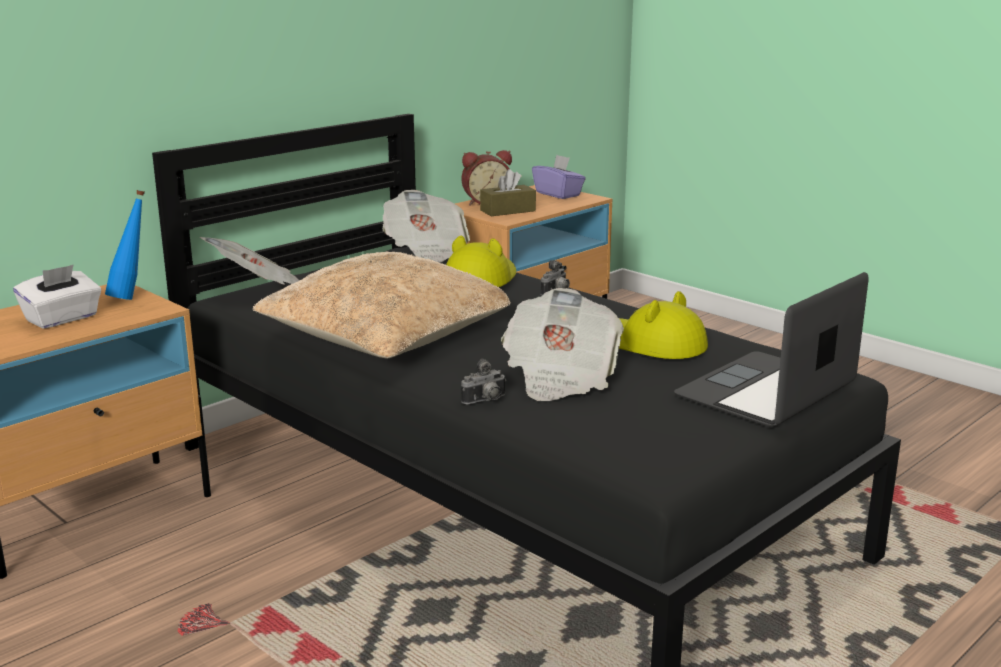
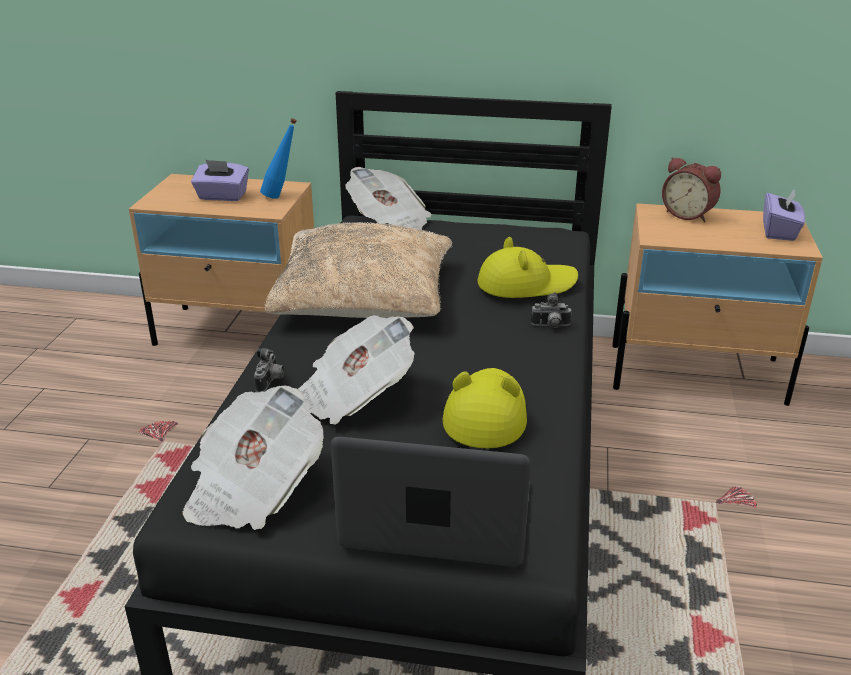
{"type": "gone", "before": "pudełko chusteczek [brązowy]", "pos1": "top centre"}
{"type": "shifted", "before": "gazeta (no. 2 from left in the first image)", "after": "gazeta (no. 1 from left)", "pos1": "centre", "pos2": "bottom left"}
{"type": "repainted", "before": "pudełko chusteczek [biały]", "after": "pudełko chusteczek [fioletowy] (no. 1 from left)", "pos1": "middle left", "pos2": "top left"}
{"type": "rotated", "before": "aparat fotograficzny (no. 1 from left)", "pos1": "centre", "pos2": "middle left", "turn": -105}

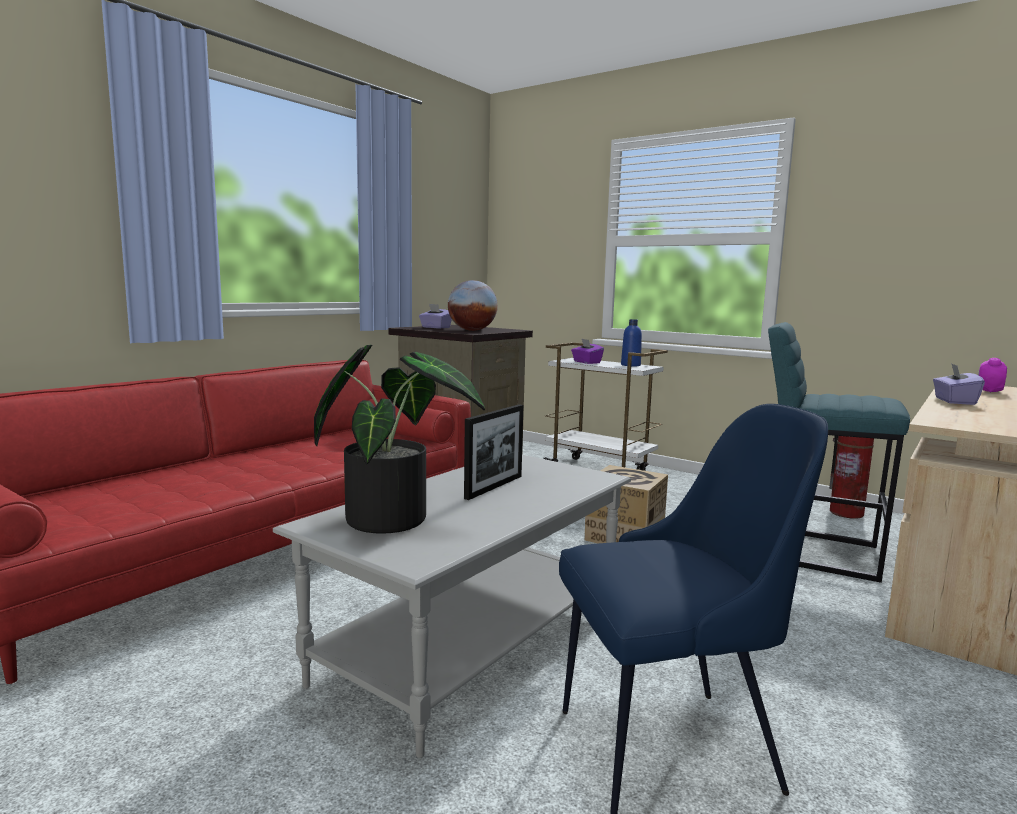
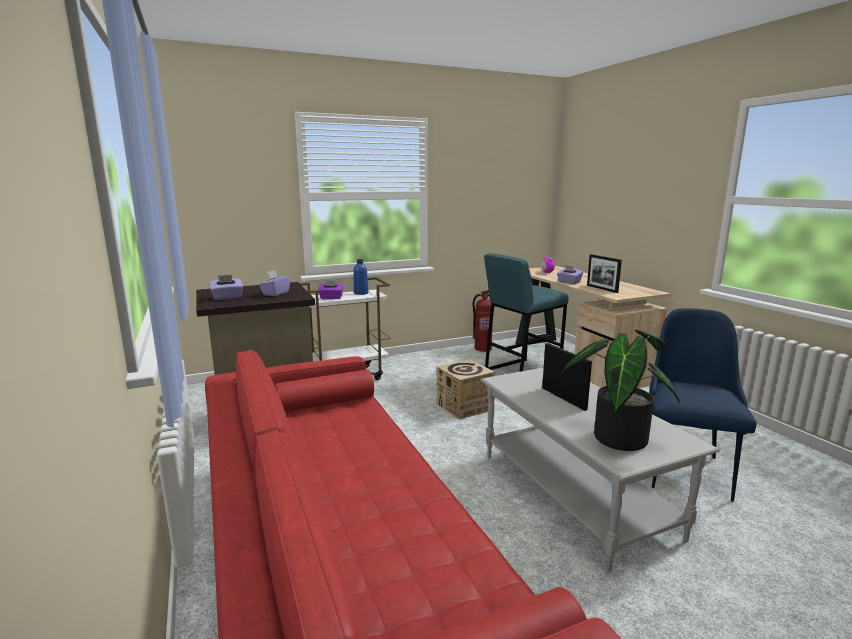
{"type": "swapped", "before": "globus", "after": "pudełko chusteczek [fioletowy] (no. 2 from left)", "pos1": "centre", "pos2": "middle left"}
{"type": "new", "after": "ramka na zdjęcie (no. 2 from left)", "pos2": "middle right"}

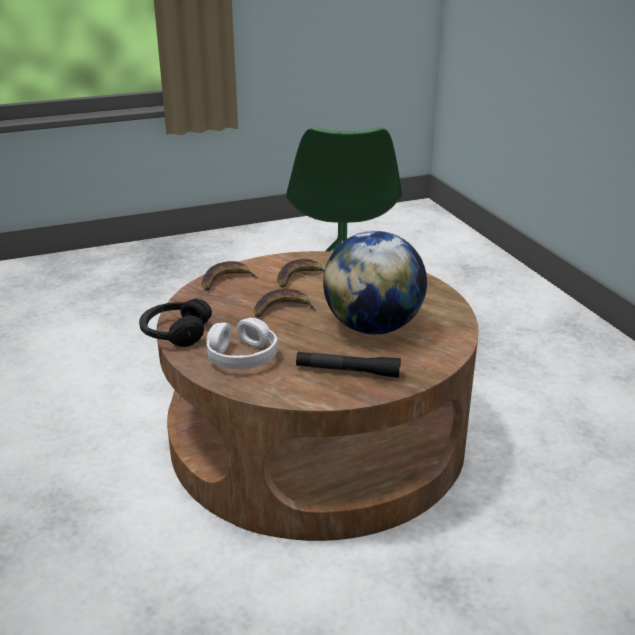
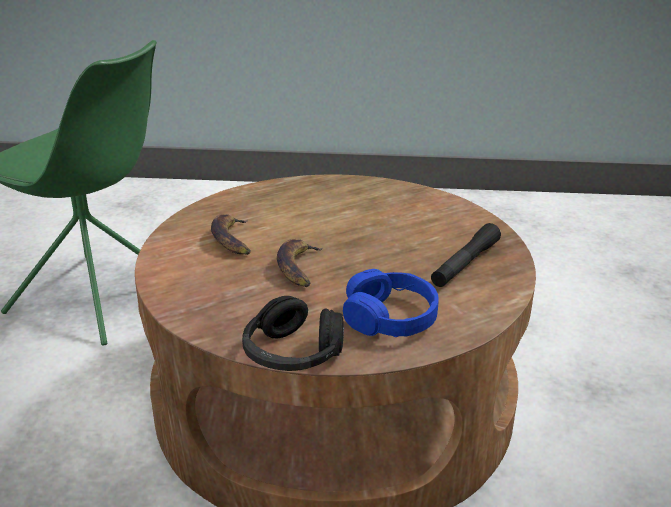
{"type": "gone", "before": "globus", "pos1": "centre"}
{"type": "gone", "before": "banan (no. 1 from left)", "pos1": "centre"}
{"type": "repainted", "before": "słuchawki [biały]", "after": "słuchawki [niebieski]", "pos1": "centre", "pos2": "centre"}

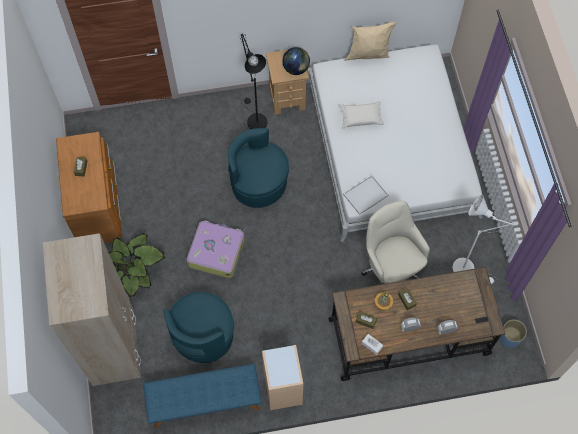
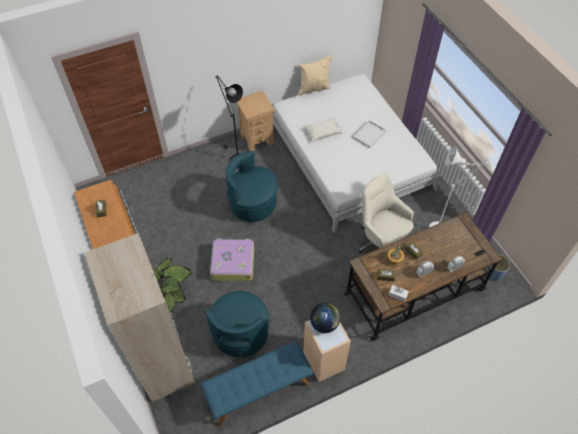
{"type": "shifted", "before": "globus", "pos1": "top centre", "pos2": "bottom centre"}
{"type": "shifted", "before": "taca [biały]", "pos1": "centre", "pos2": "top centre"}

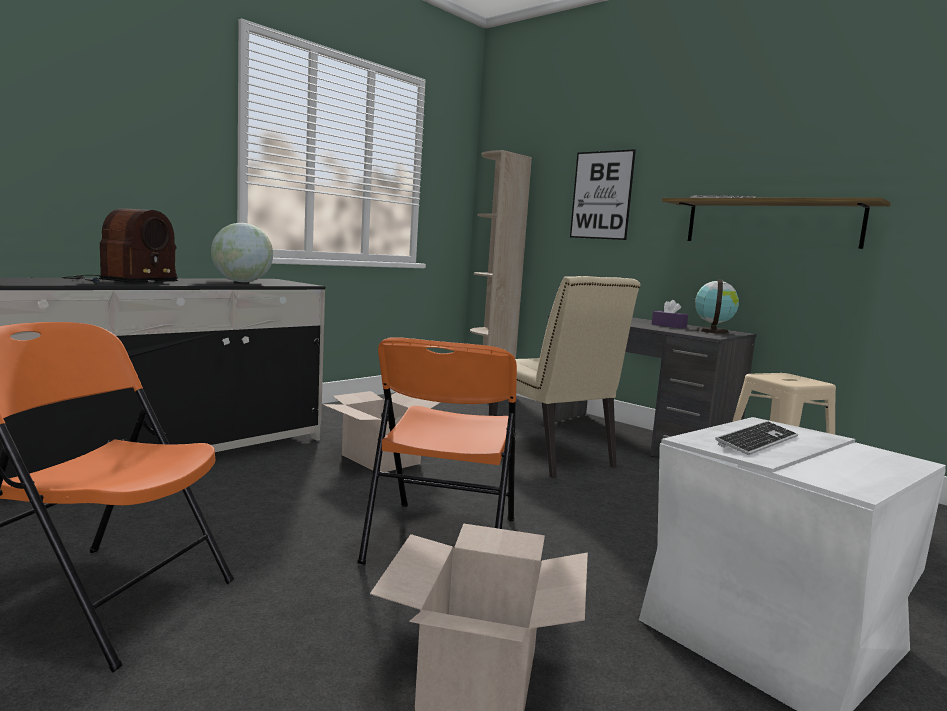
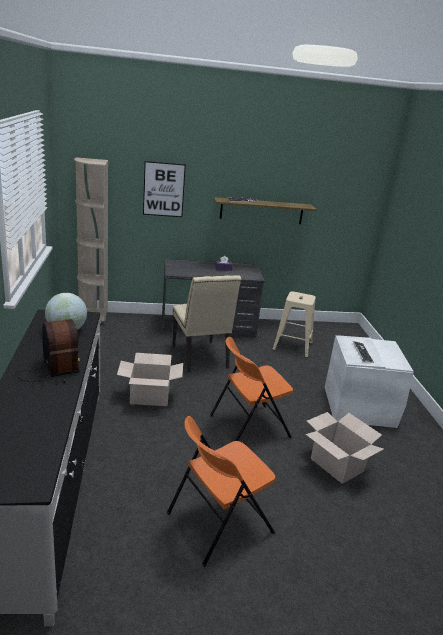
{"type": "rotated", "before": "krzesło [beżowy]", "pos1": "centre", "pos2": "centre", "turn": 60}
{"type": "gone", "before": "globus (no. 2 from left)", "pos1": "middle right"}
{"type": "rotated", "before": "krzesło [pomarańczowy] (no. 2 from left)", "pos1": "centre", "pos2": "centre", "turn": 105}

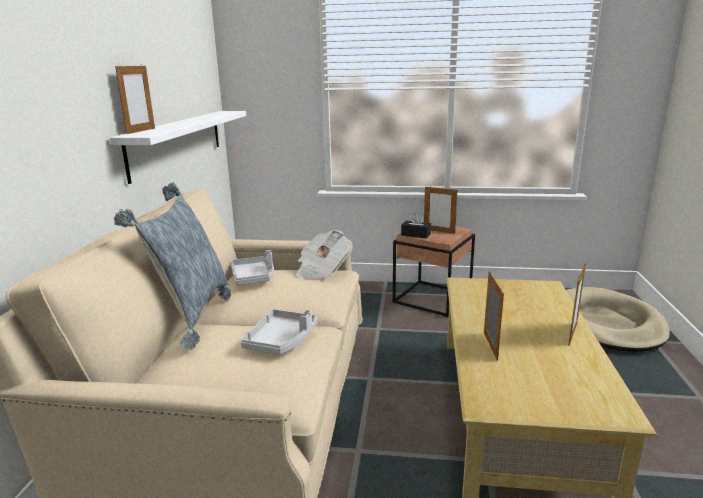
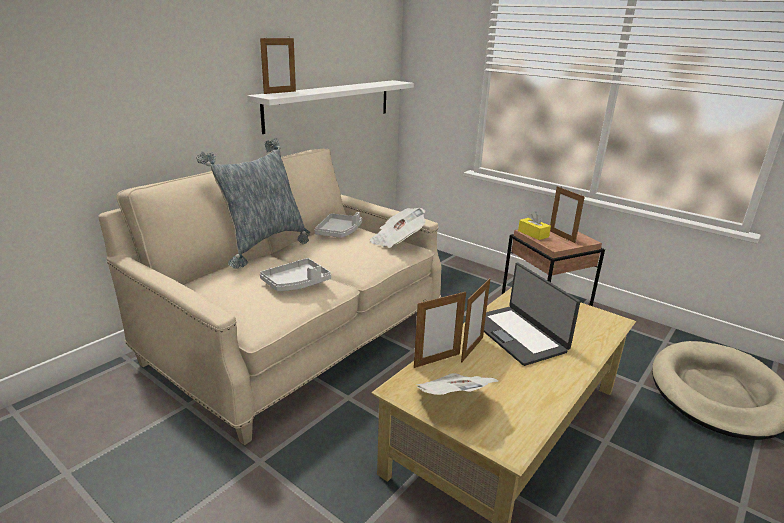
{"type": "repainted", "before": "pudełko chusteczek [czarny]", "after": "pudełko chusteczek [żółty]", "pos1": "centre", "pos2": "middle right"}
{"type": "shifted", "before": "ramka na zdjęcie (no. 4 from left in the first image)", "after": "ramka na zdjęcie (no. 2 from left)", "pos1": "middle right", "pos2": "centre"}
{"type": "new", "after": "laptop", "pos2": "middle right"}
{"type": "new", "after": "gazeta (no. 2 from left)", "pos2": "bottom centre"}

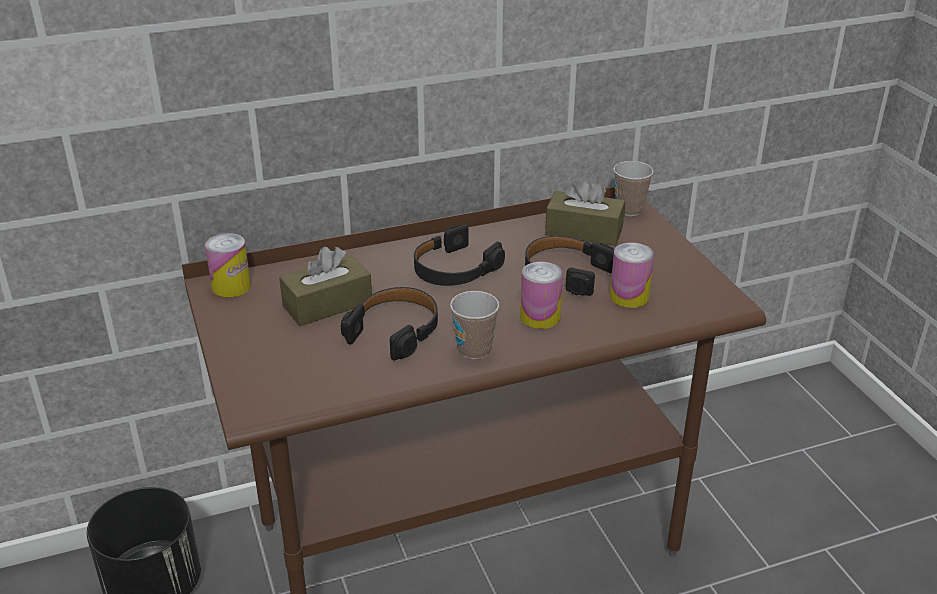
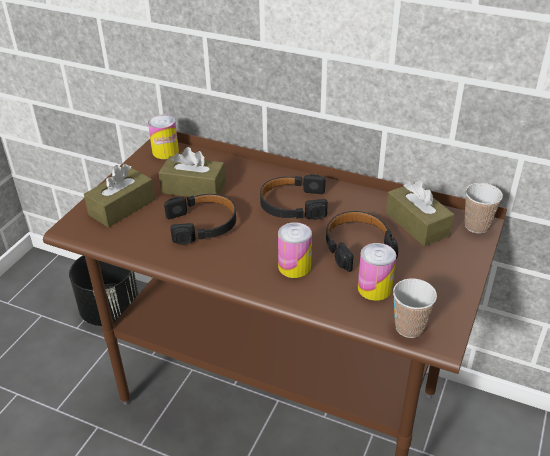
{"type": "shifted", "before": "filiżanka (no. 1 from left)", "pos1": "centre", "pos2": "bottom right"}
{"type": "new", "after": "pudełko chusteczek [brązowy] (no. 1 from left)", "pos2": "middle left"}

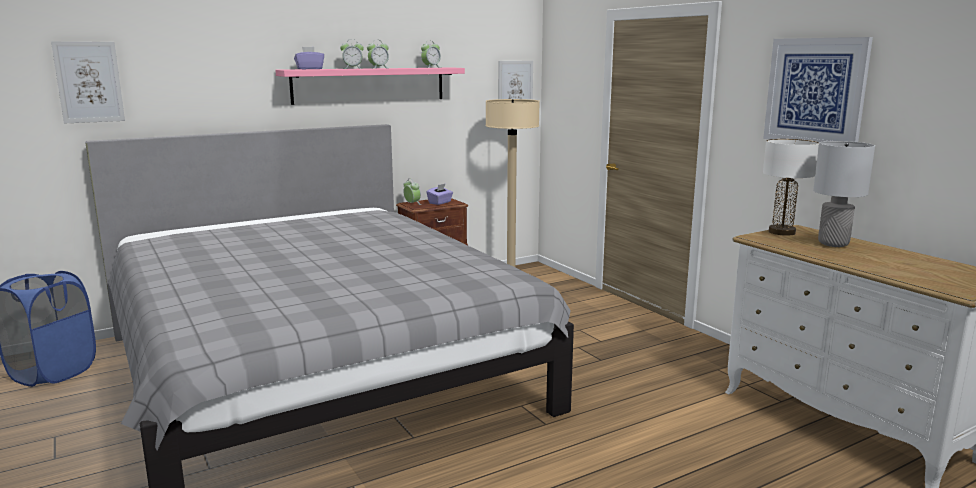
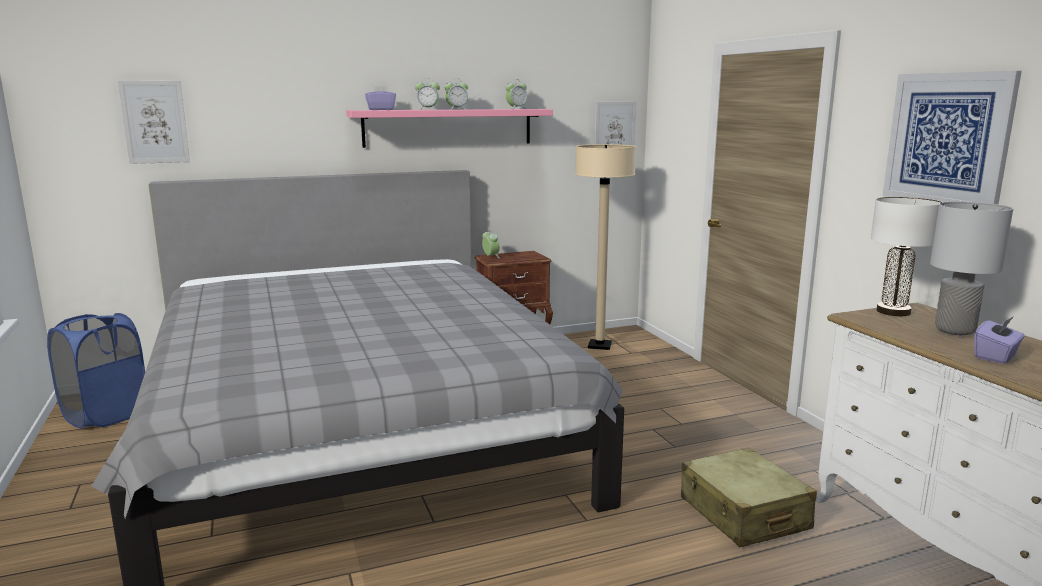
{"type": "shifted", "before": "pudełko chusteczek [fioletowy] (no. 2 from left)", "pos1": "centre", "pos2": "middle right"}
{"type": "new", "after": "walizka [beżowy]", "pos2": "bottom right"}

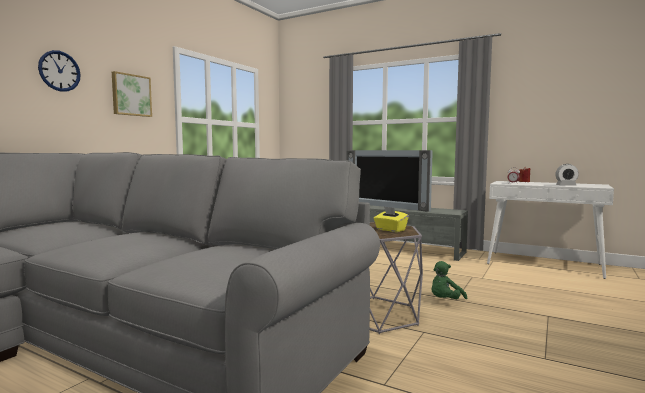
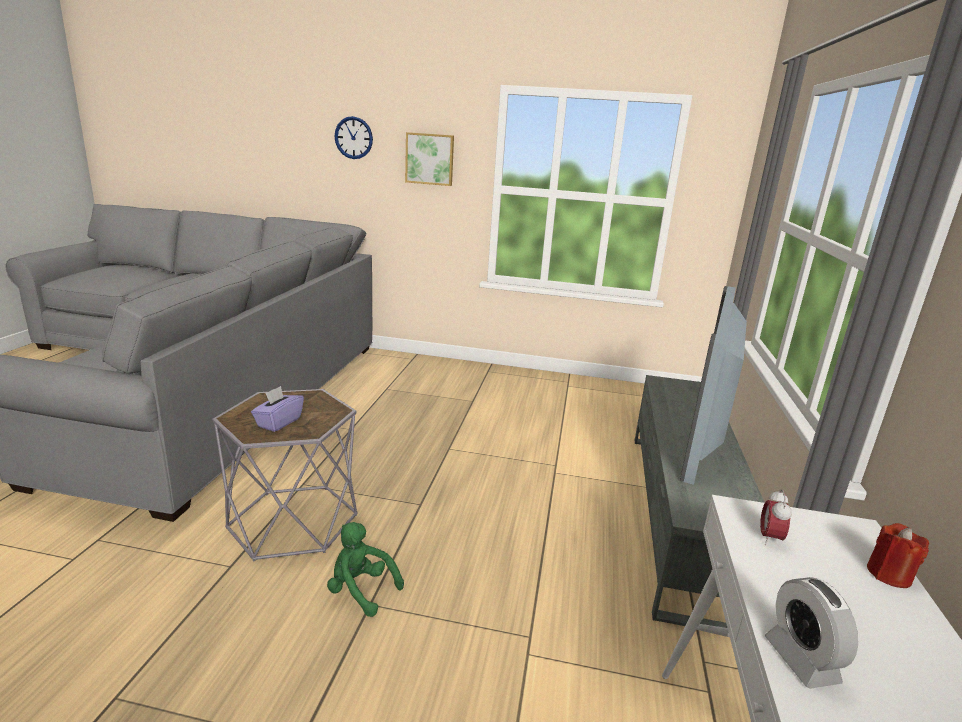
{"type": "repainted", "before": "pudełko chusteczek [żółty]", "after": "pudełko chusteczek [fioletowy]", "pos1": "centre", "pos2": "middle left"}

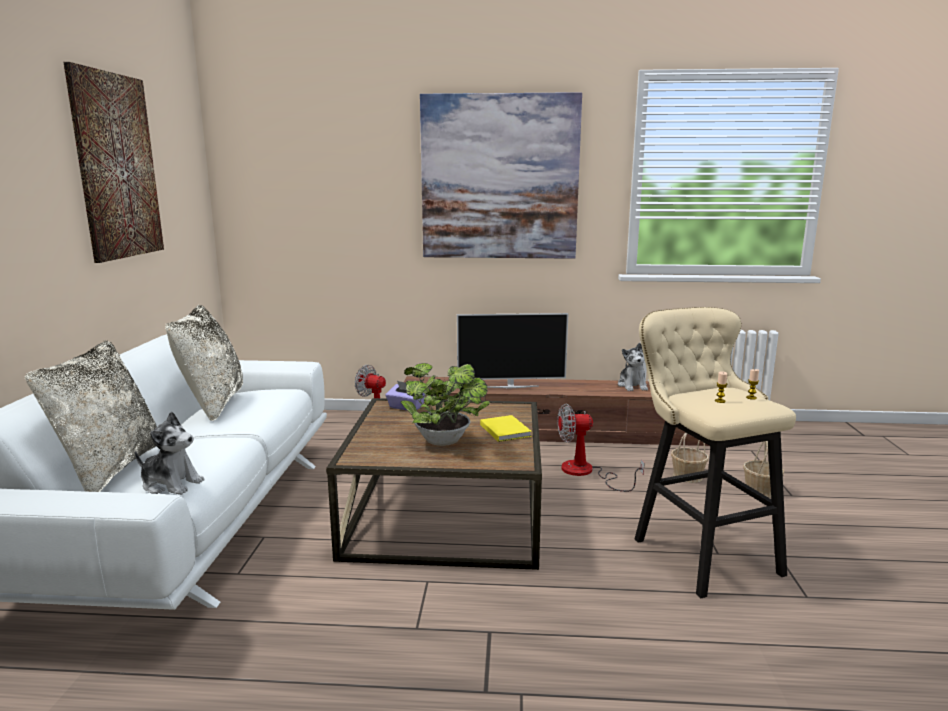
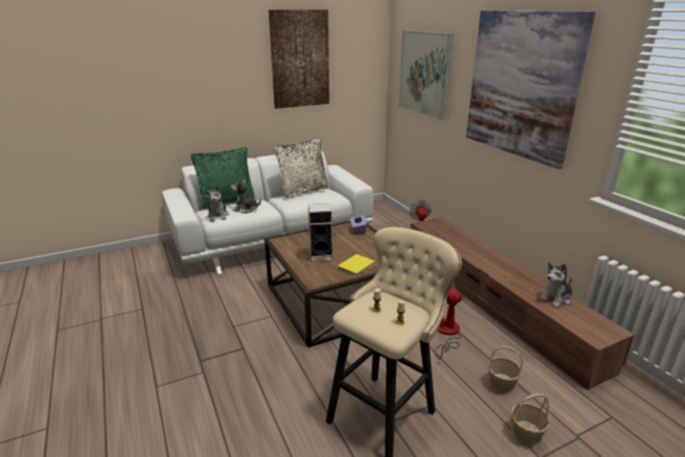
{"type": "gone", "before": "telewizor", "pos1": "centre"}
{"type": "repainted", "before": "poduszka [beżowy] (no. 1 from left)", "after": "poduszka [zielony]", "pos1": "middle left", "pos2": "middle left"}
{"type": "swapped", "before": "roślina doniczkowa", "after": "głośnik", "pos1": "centre", "pos2": "centre"}
{"type": "new", "after": "obraz (no. 2 from left)", "pos2": "top centre"}
{"type": "new", "after": "pluszak (no. 2 from left)", "pos2": "centre"}

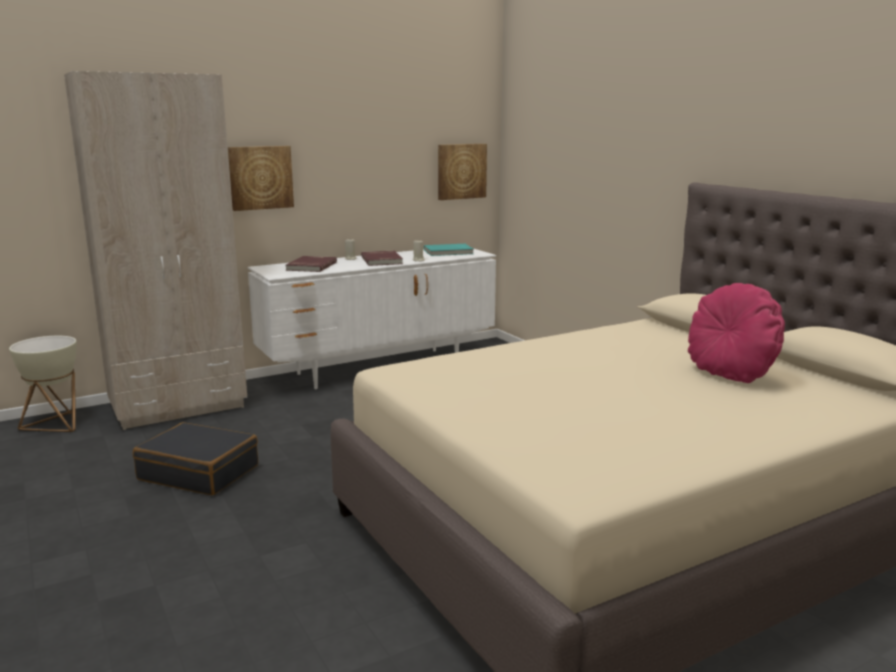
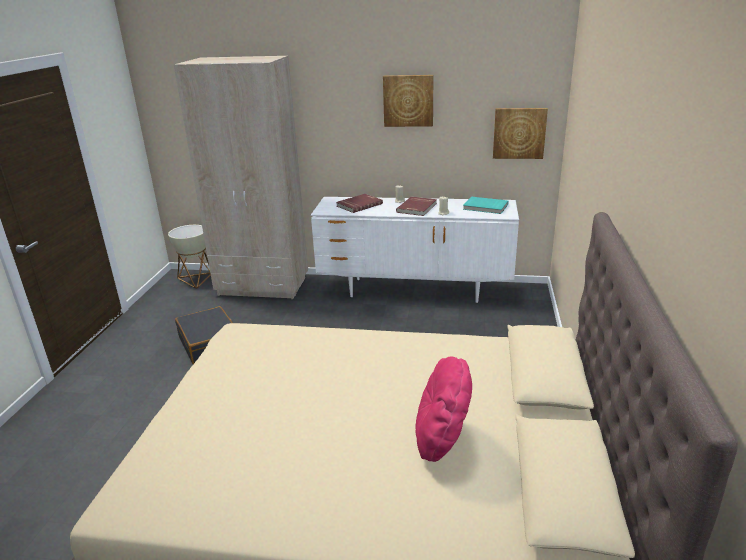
{"type": "shifted", "before": "obraz (no. 1 from left)", "pos1": "top left", "pos2": "top centre"}

